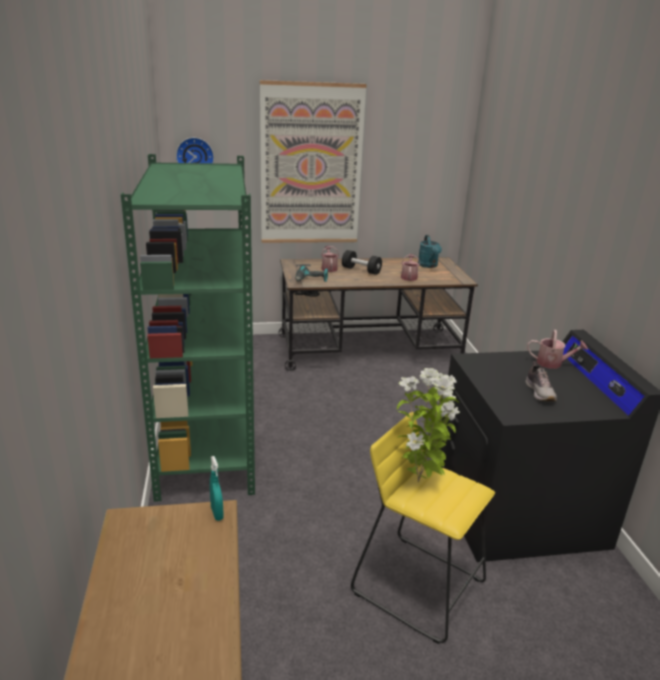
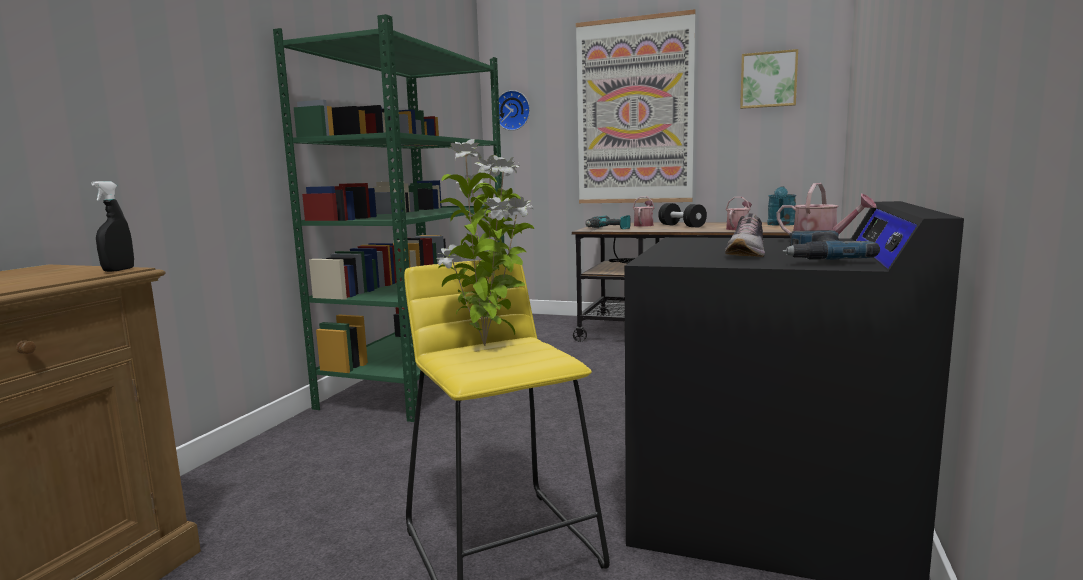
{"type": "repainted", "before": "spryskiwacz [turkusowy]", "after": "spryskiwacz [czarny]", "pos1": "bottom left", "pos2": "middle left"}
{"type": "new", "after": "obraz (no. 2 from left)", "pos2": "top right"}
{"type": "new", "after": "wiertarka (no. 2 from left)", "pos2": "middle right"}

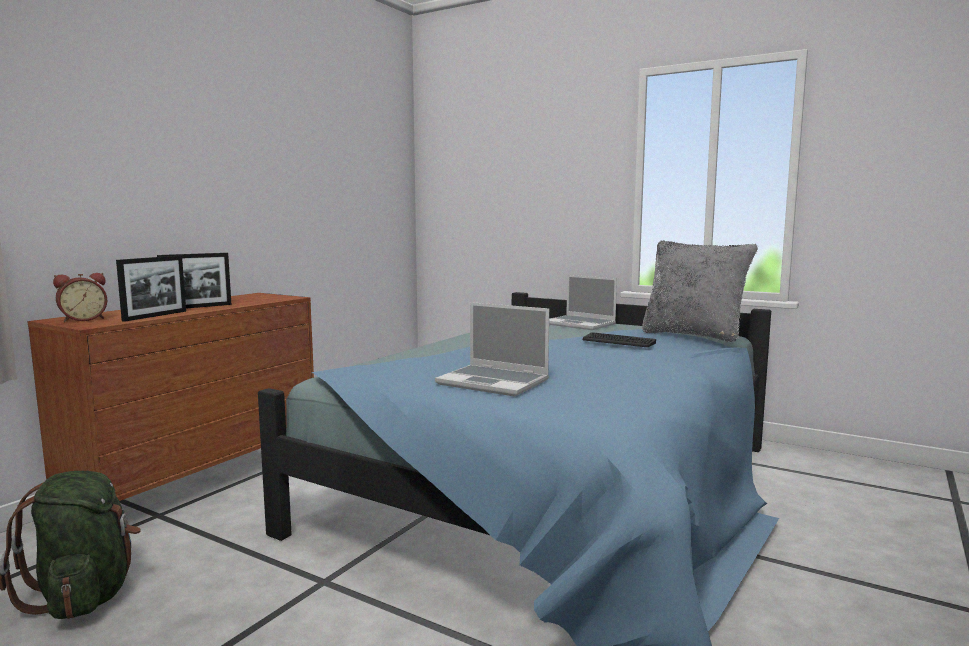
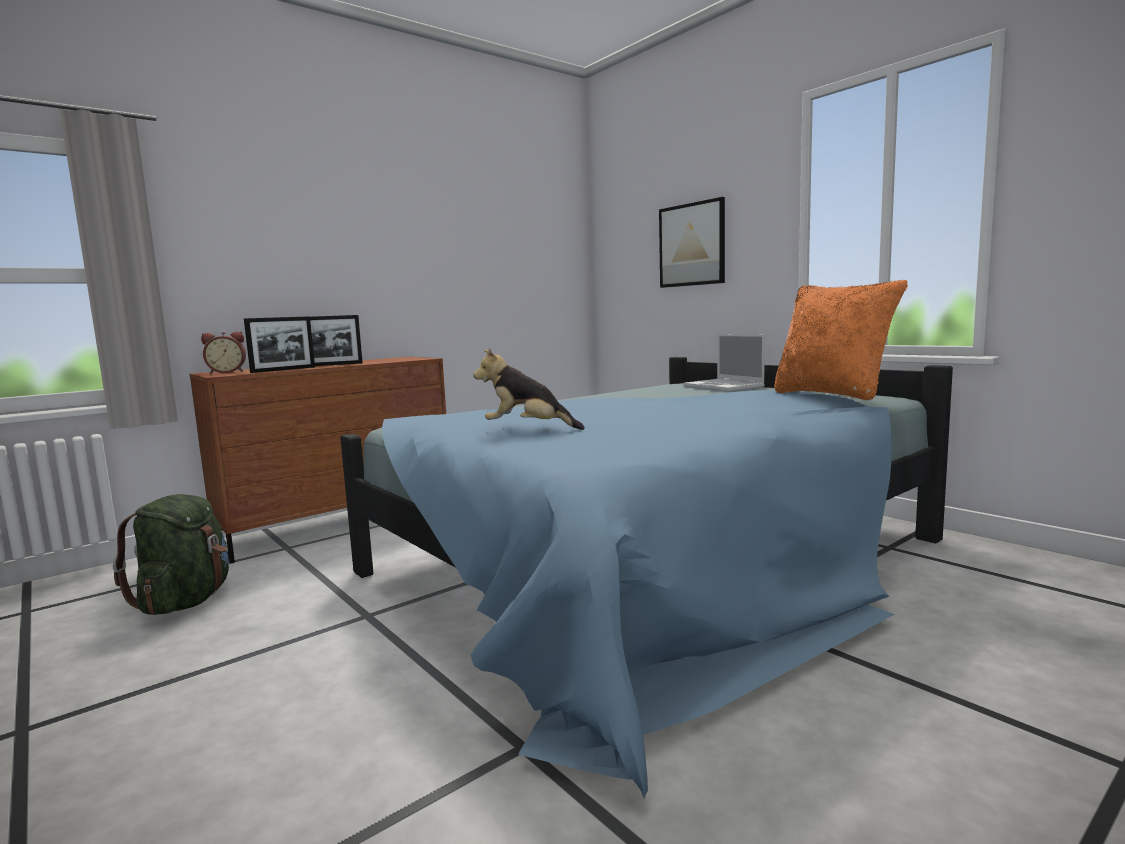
{"type": "repainted", "before": "poduszka [szary]", "after": "poduszka [pomarańczowy]", "pos1": "middle right", "pos2": "middle right"}
{"type": "swapped", "before": "laptop (no. 1 from left)", "after": "pluszak", "pos1": "centre", "pos2": "centre"}
{"type": "gone", "before": "klawiatura", "pos1": "centre"}
{"type": "new", "after": "obraz", "pos2": "top centre"}

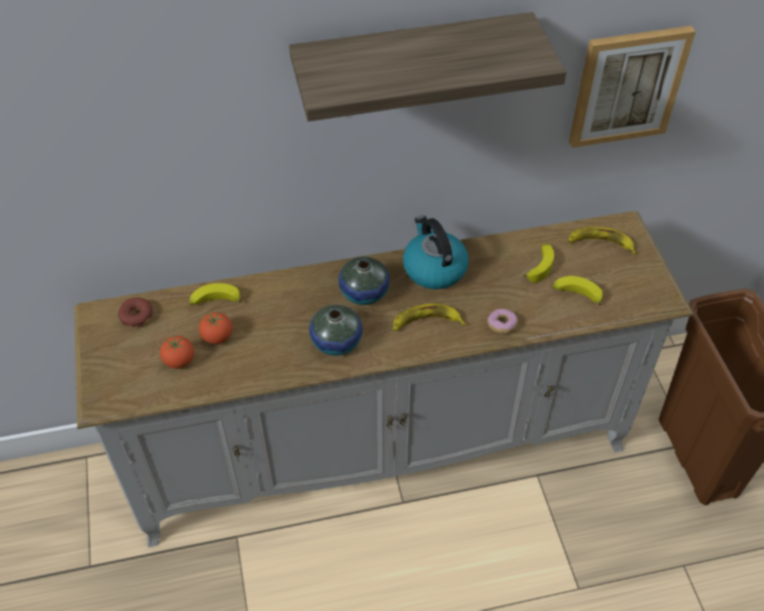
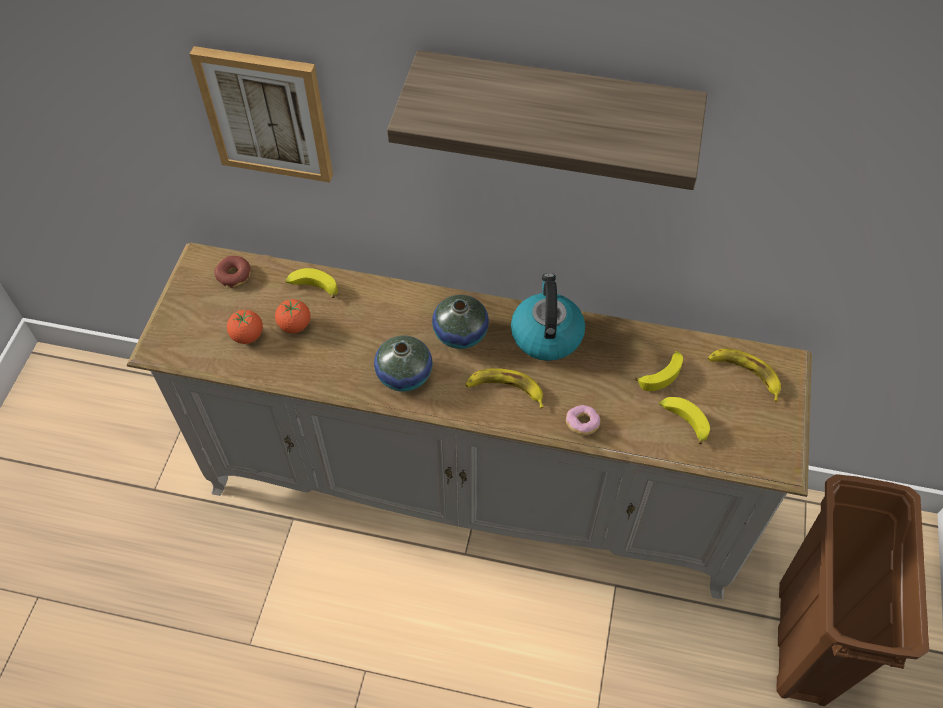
{"type": "shifted", "before": "obraz", "pos1": "top right", "pos2": "top left"}

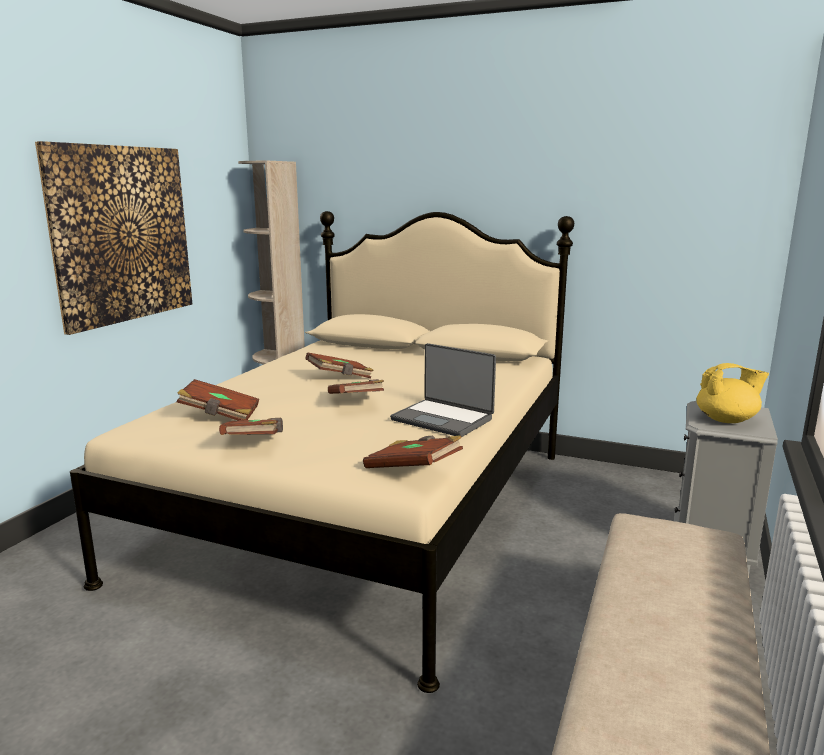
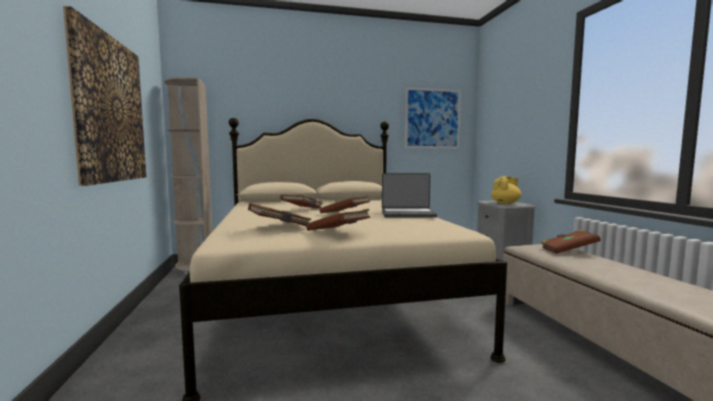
{"type": "shifted", "before": "książka [brązowy] (no. 5 from left)", "pos1": "centre", "pos2": "middle right"}
{"type": "new", "after": "obraz (no. 2 from left)", "pos2": "top centre"}

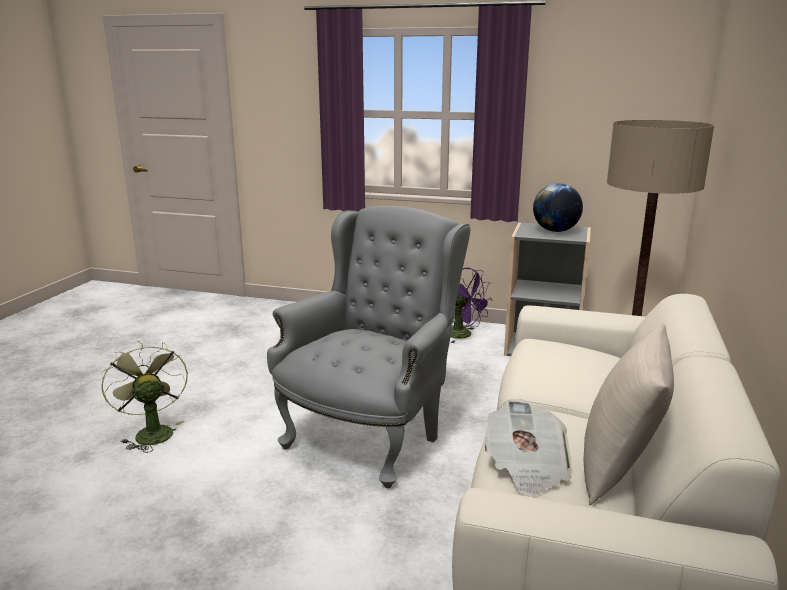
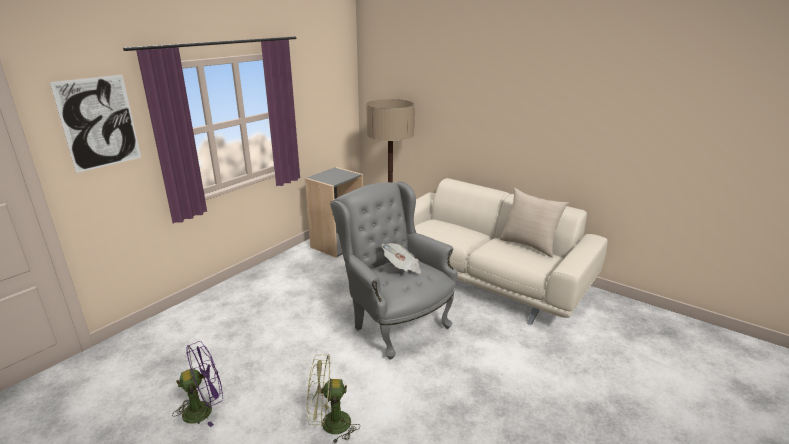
{"type": "gone", "before": "globus", "pos1": "middle right"}
{"type": "shifted", "before": "wentylator [fioletowy]", "pos1": "centre", "pos2": "bottom left"}
{"type": "shifted", "before": "gazeta", "pos1": "bottom right", "pos2": "centre"}
{"type": "new", "after": "obraz", "pos2": "top left"}

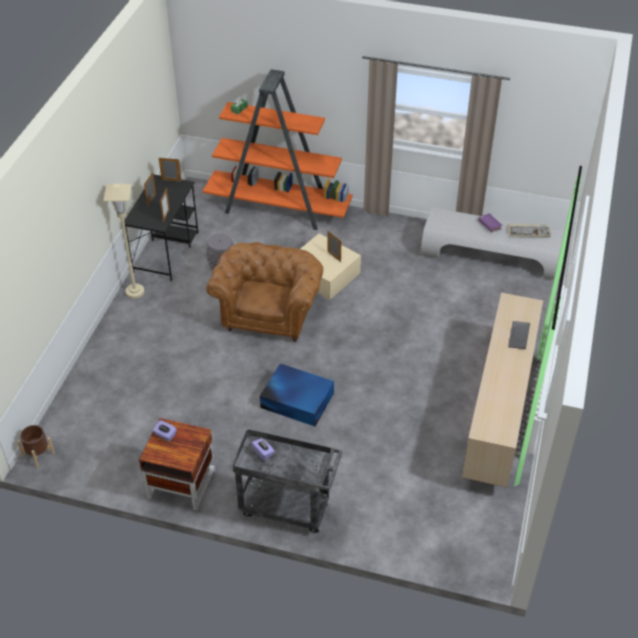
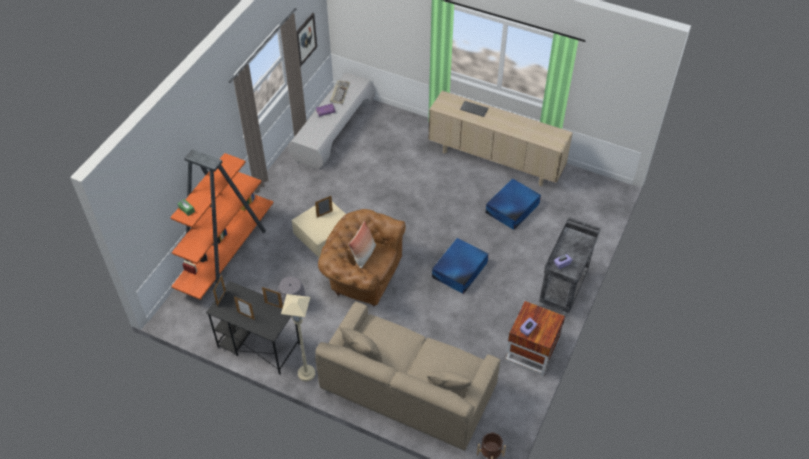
{"type": "new", "after": "obraz", "pos2": "top centre"}
{"type": "new", "after": "pojemnik do przechowywania [niebieski] (no. 2 from left)", "pos2": "centre"}
{"type": "new", "after": "poduszka", "pos2": "centre"}
{"type": "new", "after": "kanapa [beżowy]", "pos2": "bottom centre"}

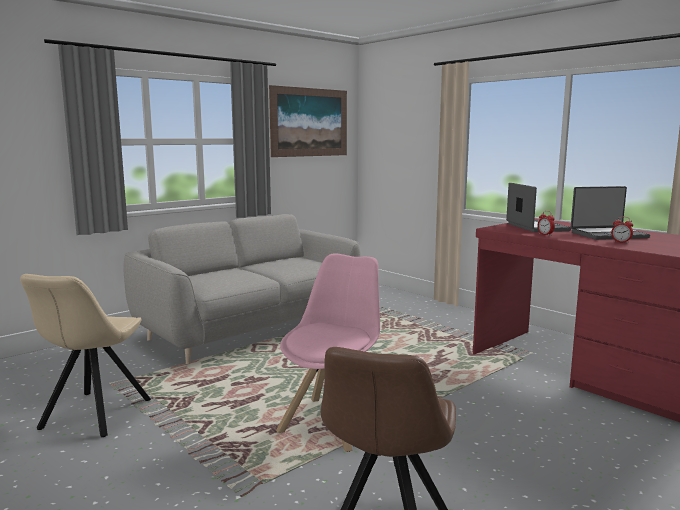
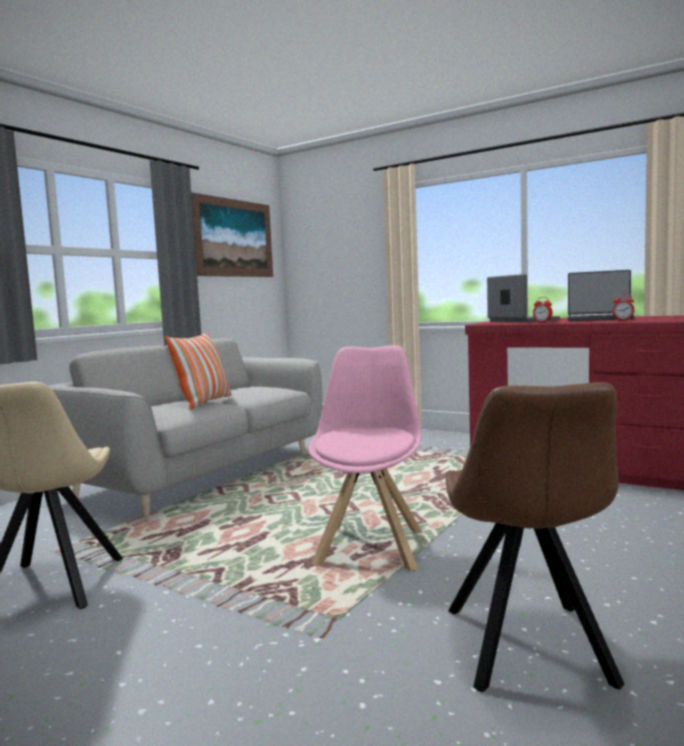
{"type": "rotated", "before": "laptop (no. 2 from left)", "pos1": "middle right", "pos2": "middle right", "turn": 45}
{"type": "new", "after": "poduszka", "pos2": "middle left"}

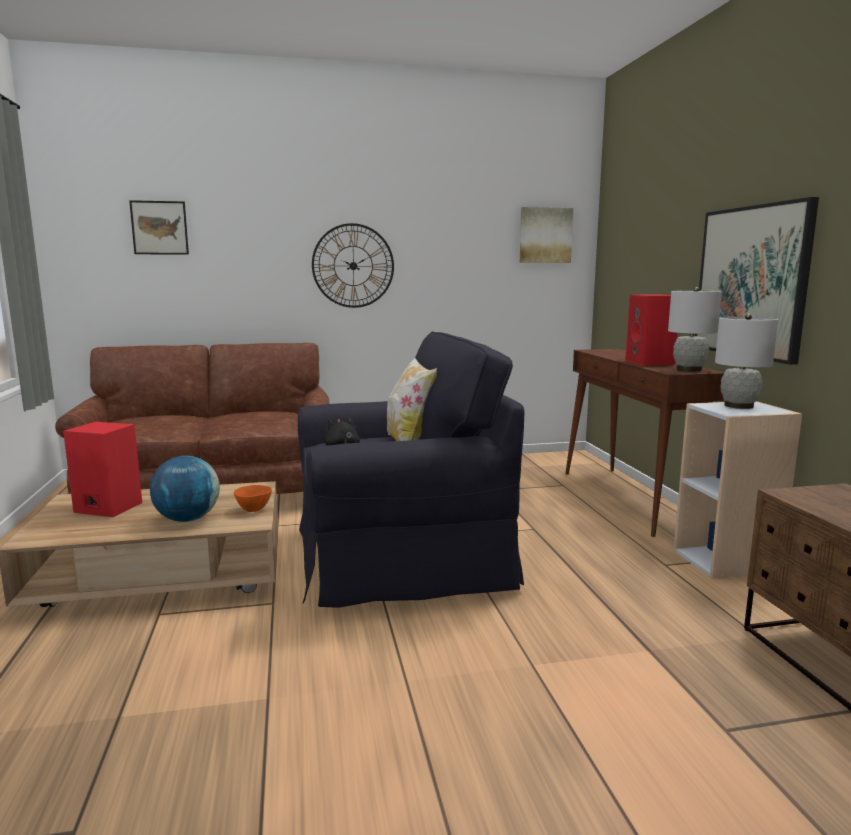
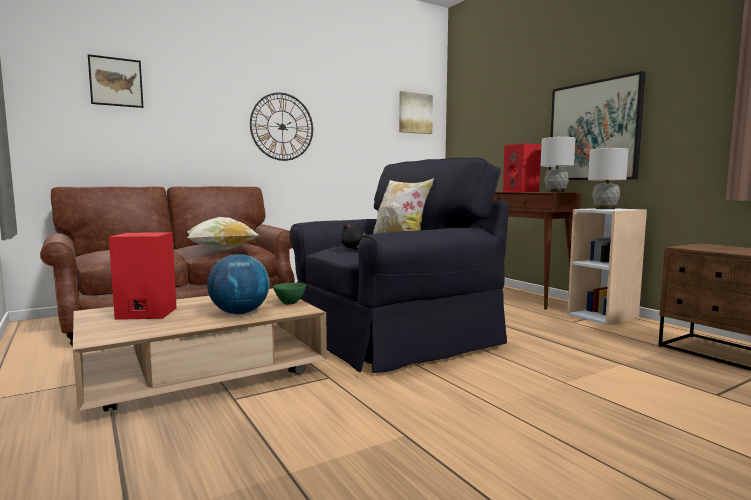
{"type": "repainted", "before": "miska [pomarańczowy]", "after": "miska [zielony]", "pos1": "middle left", "pos2": "centre"}
{"type": "new", "after": "poduszka (no. 1 from left)", "pos2": "middle left"}

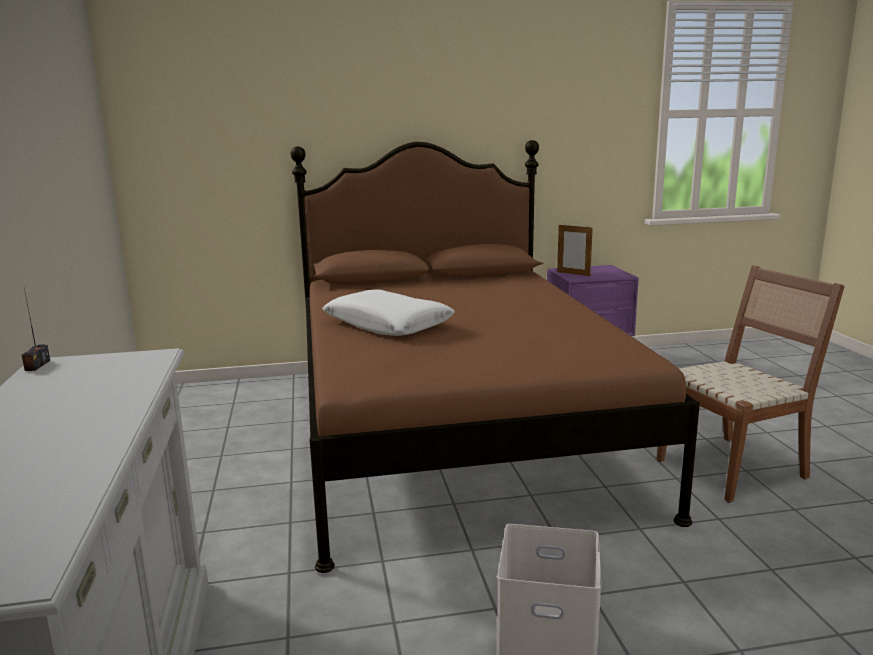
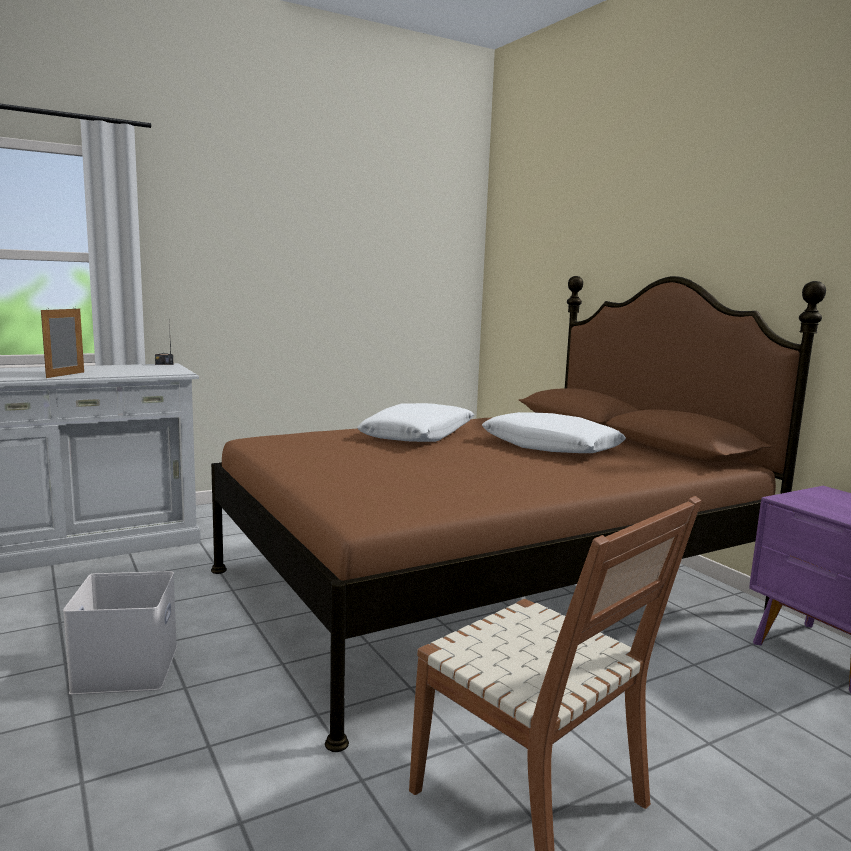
{"type": "shifted", "before": "ramka na zdjęcie", "pos1": "centre", "pos2": "middle left"}
{"type": "new", "after": "poduszka [biały] (no. 2 from left)", "pos2": "centre"}

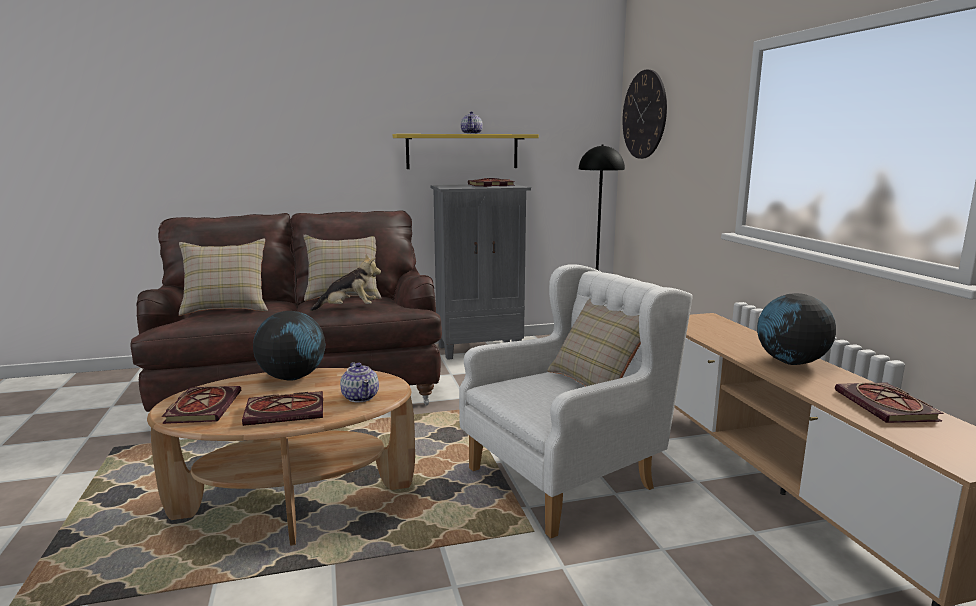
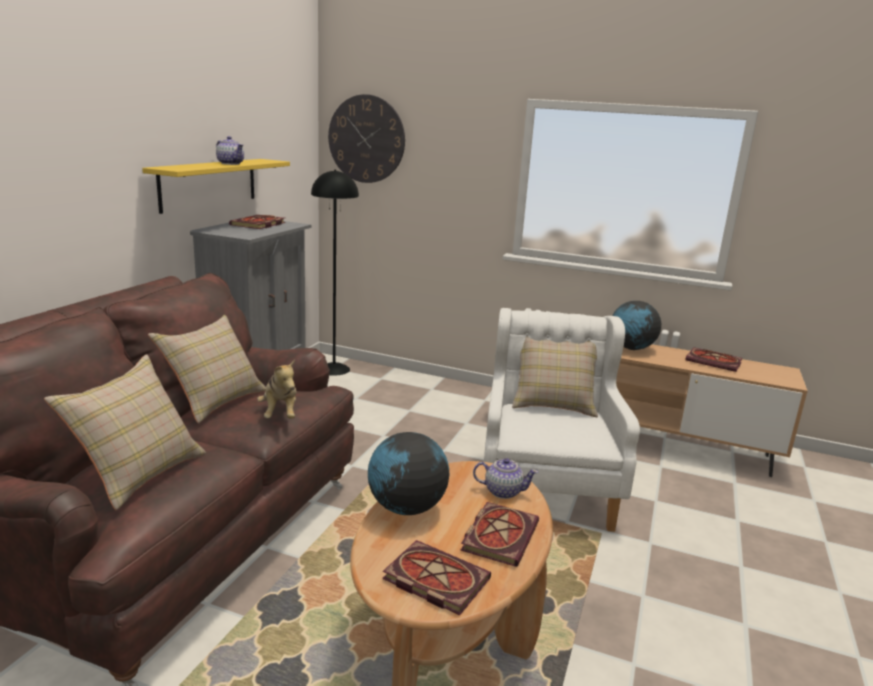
{"type": "rotated", "before": "pluszak", "pos1": "centre", "pos2": "middle left", "turn": 135}

